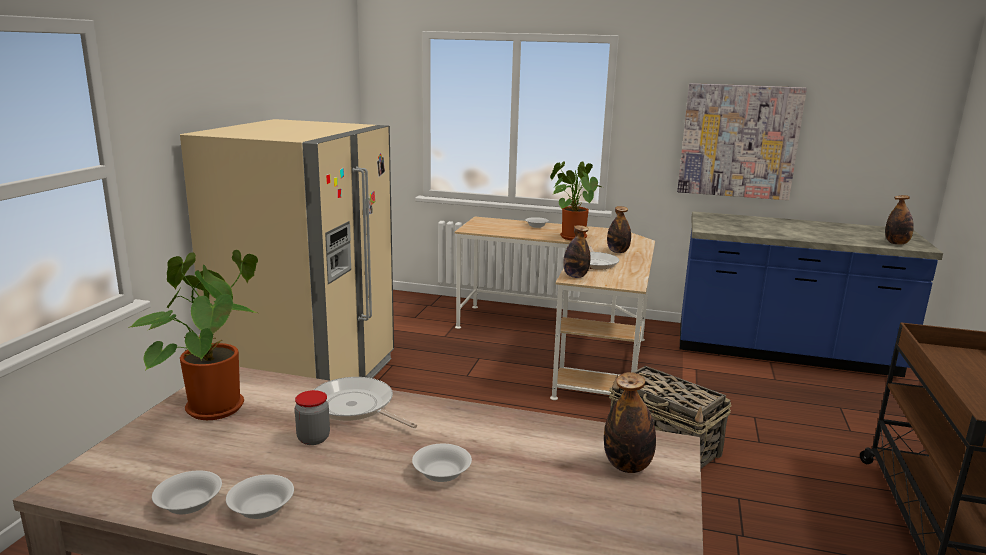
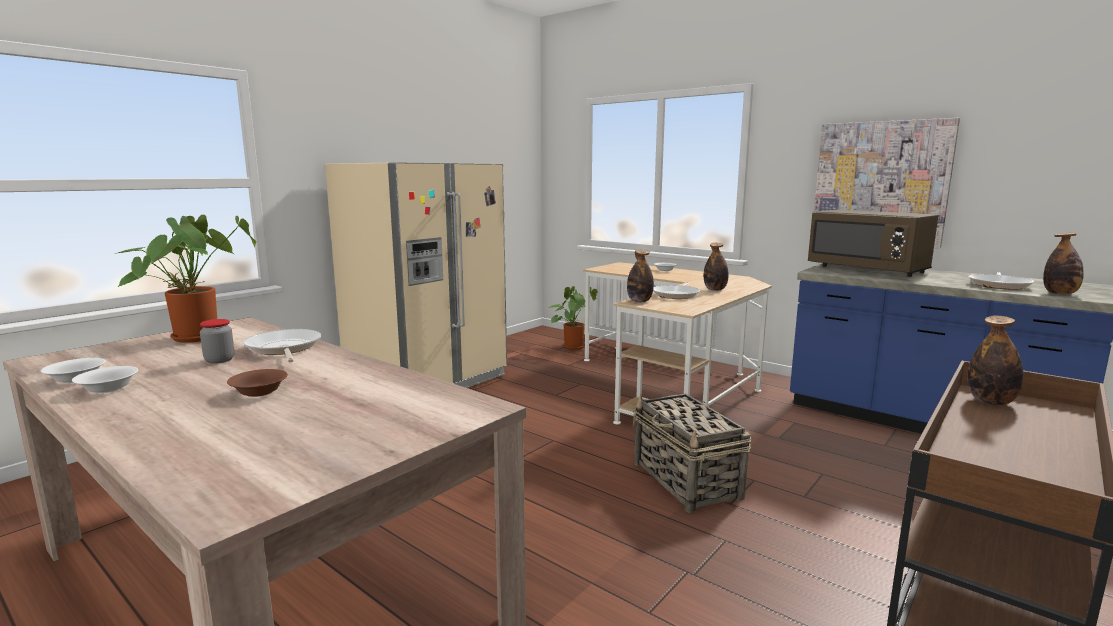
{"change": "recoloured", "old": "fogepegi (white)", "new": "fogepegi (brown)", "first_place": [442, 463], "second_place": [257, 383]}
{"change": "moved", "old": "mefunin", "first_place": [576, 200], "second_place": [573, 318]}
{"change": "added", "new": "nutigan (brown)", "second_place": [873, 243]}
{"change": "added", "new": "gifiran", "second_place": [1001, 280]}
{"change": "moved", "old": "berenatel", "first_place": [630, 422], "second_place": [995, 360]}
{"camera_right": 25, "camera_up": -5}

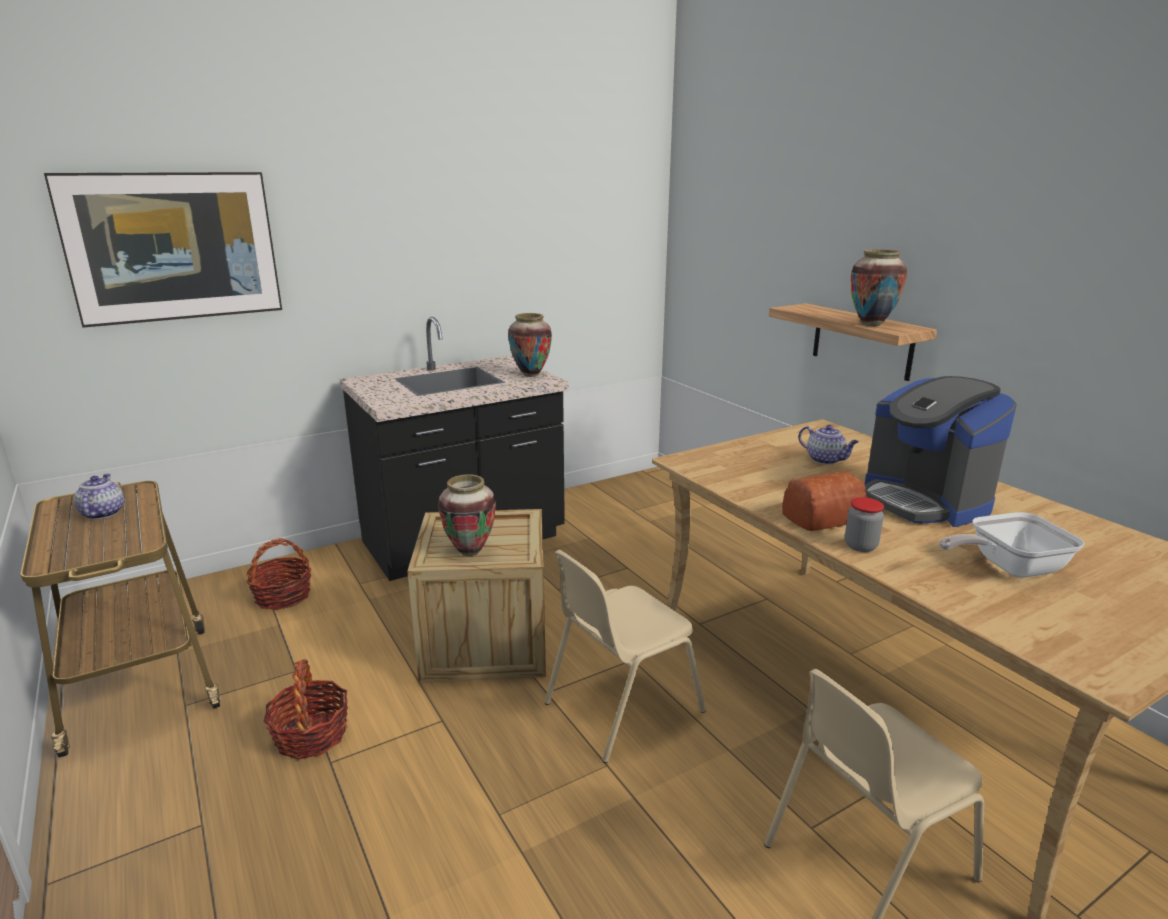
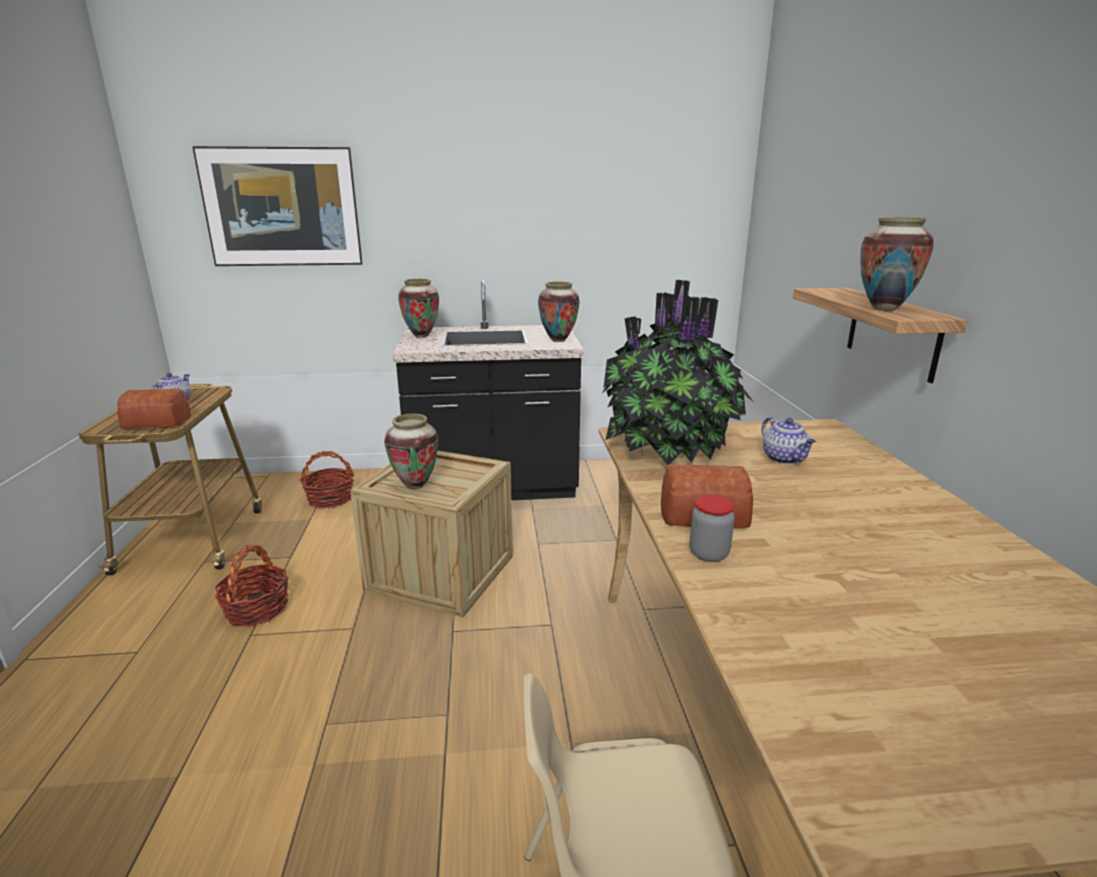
{"change": "added", "new": "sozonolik", "second_place": [154, 408]}
{"change": "added", "new": "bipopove", "second_place": [418, 308]}
{"change": "added", "new": "mefunin", "second_place": [678, 372]}
{"change": "removed", "old": "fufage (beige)", "first_place": [625, 656]}
{"change": "removed", "old": "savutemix", "first_place": [940, 451]}
{"change": "removed", "old": "gifiran", "first_place": [1012, 545]}
{"camera_right": 25, "camera_up": 0}

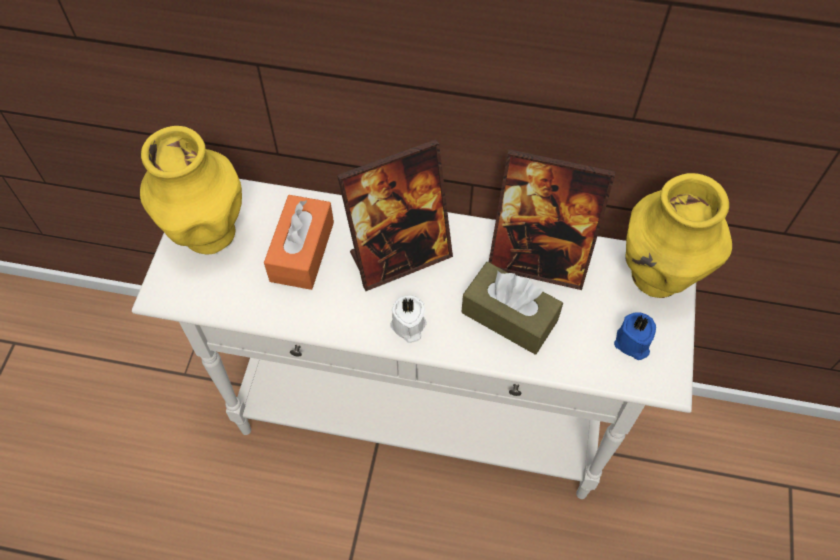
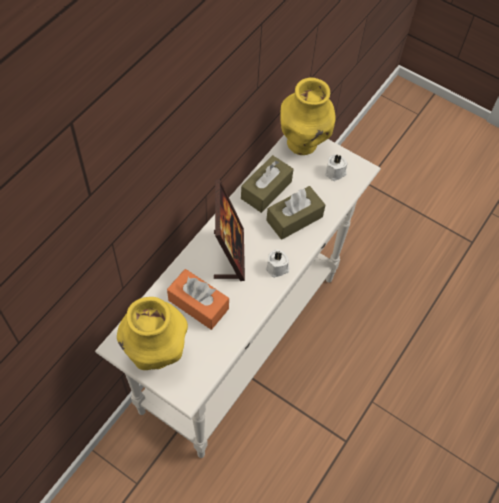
{"change": "replaced", "old": "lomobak", "new": "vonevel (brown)", "first_place": [552, 219], "second_place": [267, 184]}
{"change": "recoloured", "old": "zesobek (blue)", "new": "zesobek (white)", "first_place": [635, 336], "second_place": [336, 167]}
{"camera_right": -70, "camera_up": 0}

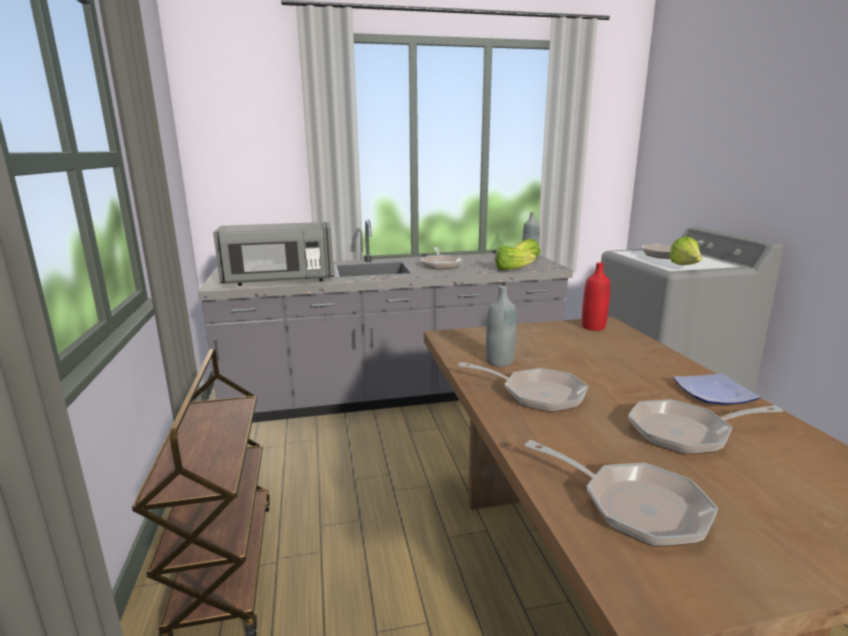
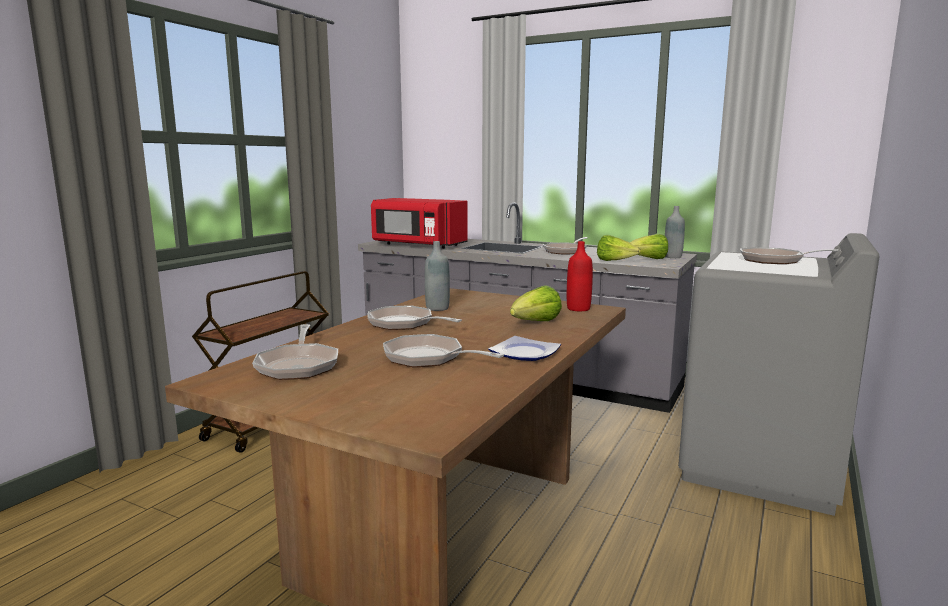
{"change": "turned", "old": "gifiran", "first_place": [523, 387], "second_place": [415, 317], "degrees": 150}
{"change": "recoloured", "old": "nutigan (grey)", "new": "nutigan (red)", "first_place": [273, 254], "second_place": [419, 223]}
{"change": "moved", "old": "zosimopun", "first_place": [685, 250], "second_place": [536, 303]}
{"camera_right": 40, "camera_up": -5}

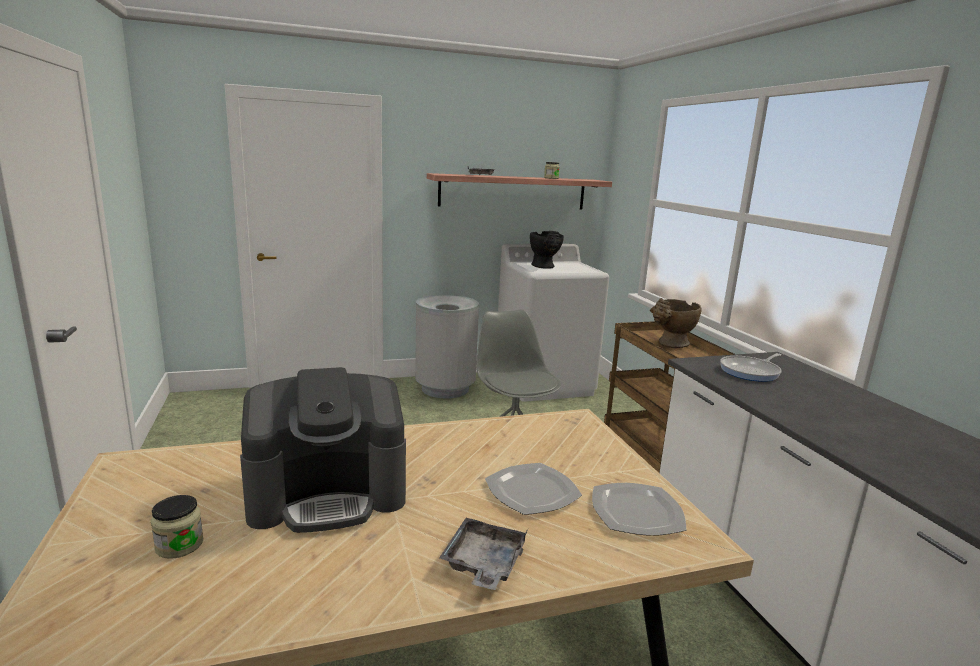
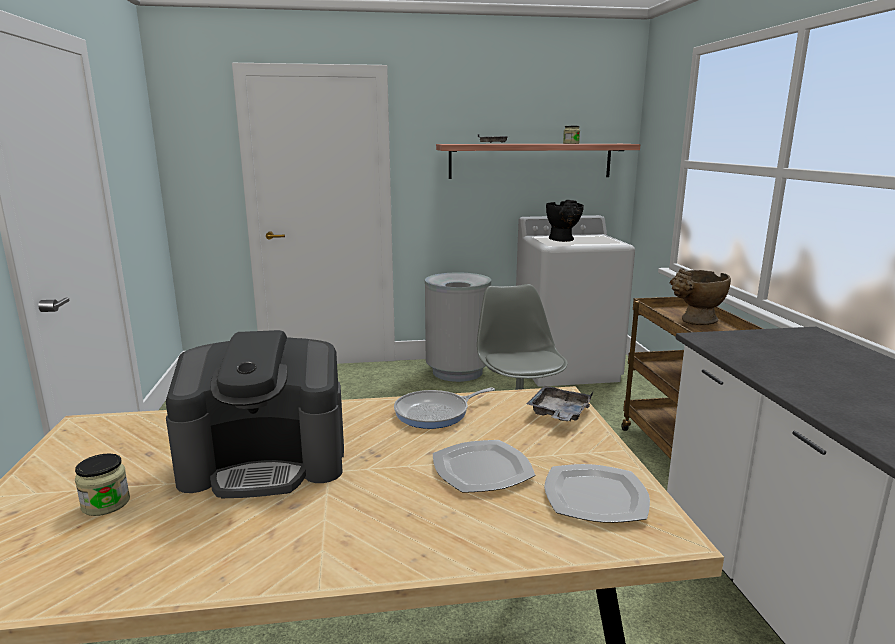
{"change": "moved", "old": "gifiran", "first_place": [751, 367], "second_place": [444, 408]}
{"change": "moved", "old": "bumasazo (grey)", "first_place": [483, 554], "second_place": [560, 403]}
{"camera_right": 10, "camera_up": 0}

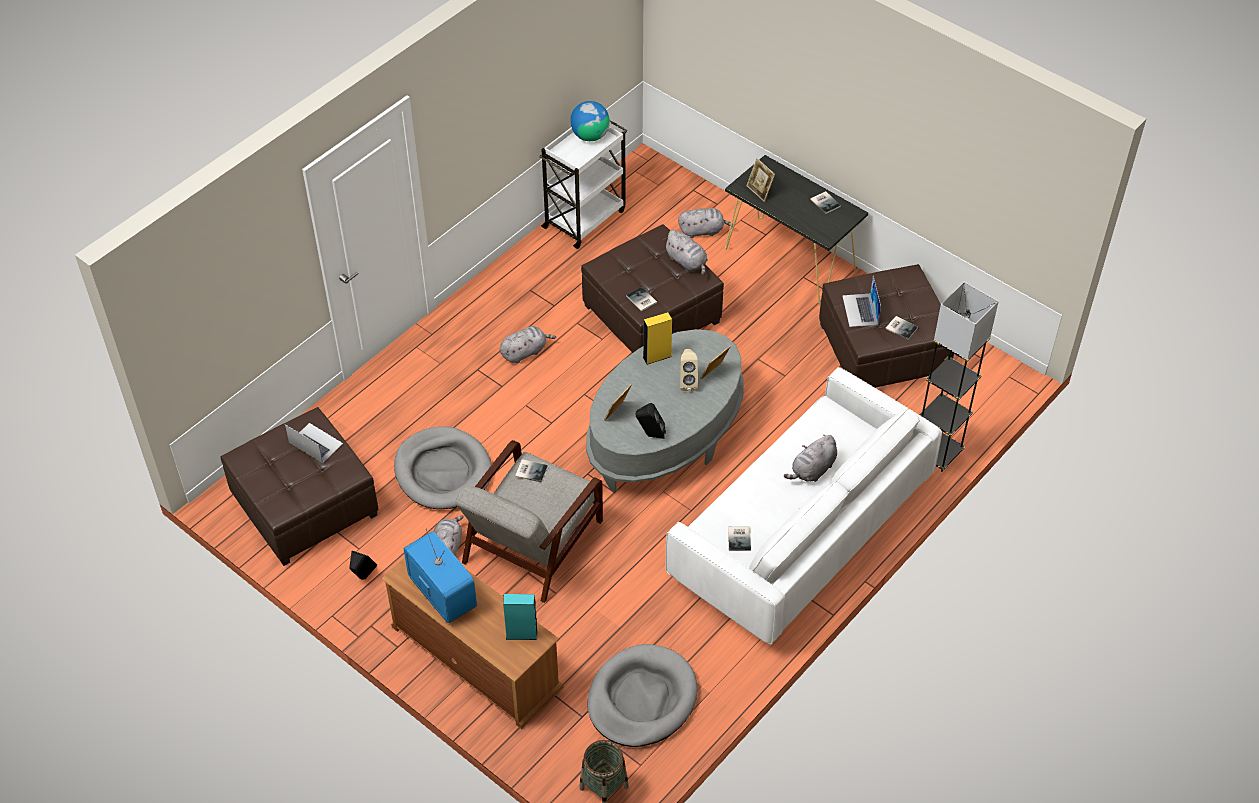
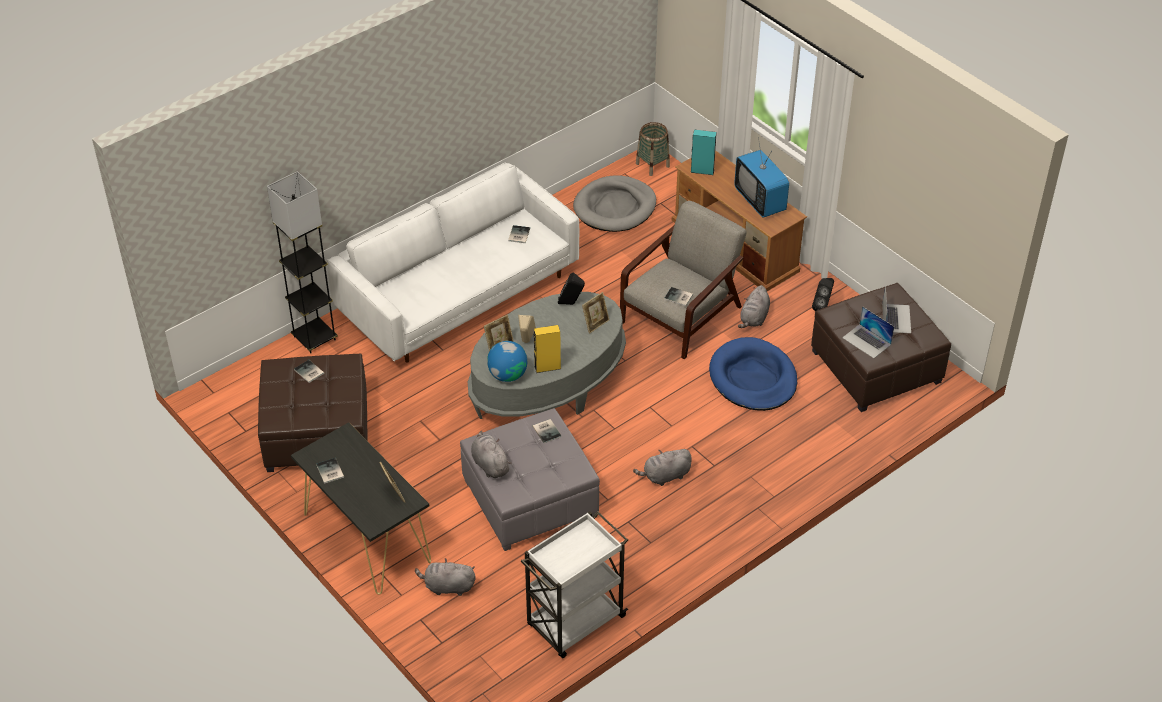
{"change": "recoloured", "old": "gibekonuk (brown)", "new": "gibekonuk (grey)", "first_place": [652, 288], "second_place": [530, 479]}
{"change": "moved", "old": "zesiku", "first_place": [590, 121], "second_place": [507, 361]}
{"change": "recoloured", "old": "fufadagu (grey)", "new": "fufadagu (blue)", "first_place": [443, 467], "second_place": [753, 374]}
{"change": "moved", "old": "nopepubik", "first_place": [861, 301], "second_place": [896, 309]}
{"change": "removed", "old": "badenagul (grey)", "first_place": [810, 458]}
{"camera_right": -170, "camera_up": -5}

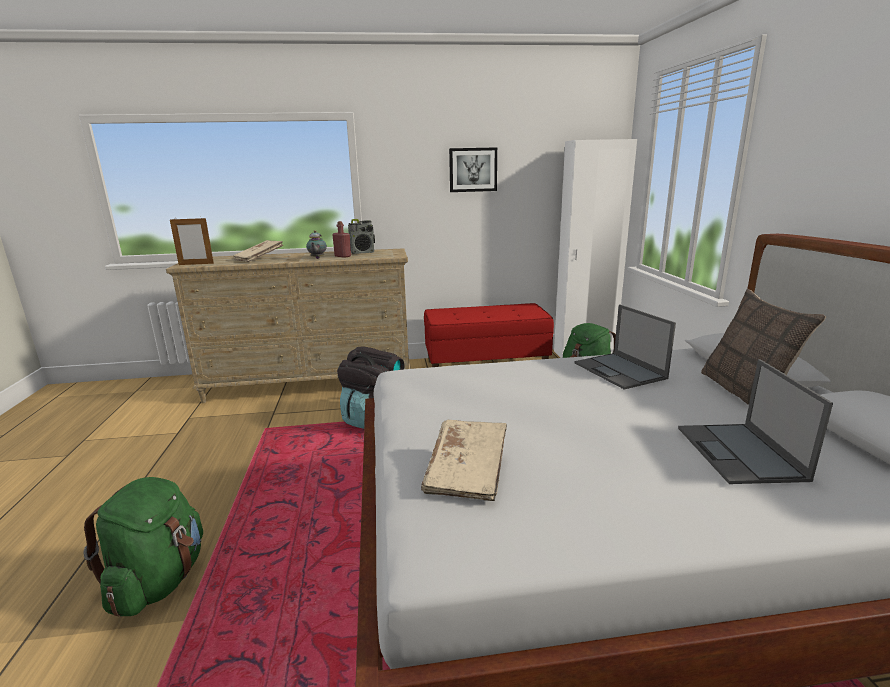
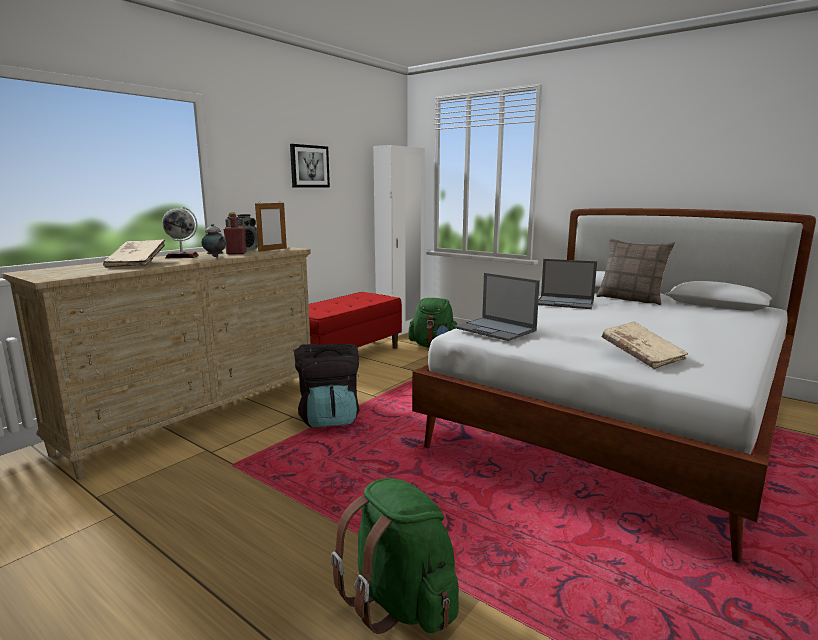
{"change": "added", "new": "zesiku", "second_place": [180, 232]}
{"change": "moved", "old": "lomobak", "first_place": [192, 241], "second_place": [271, 227]}
{"change": "moved", "old": "nopepubik", "first_place": [755, 421], "second_place": [497, 307]}
{"camera_right": -45, "camera_up": -5}

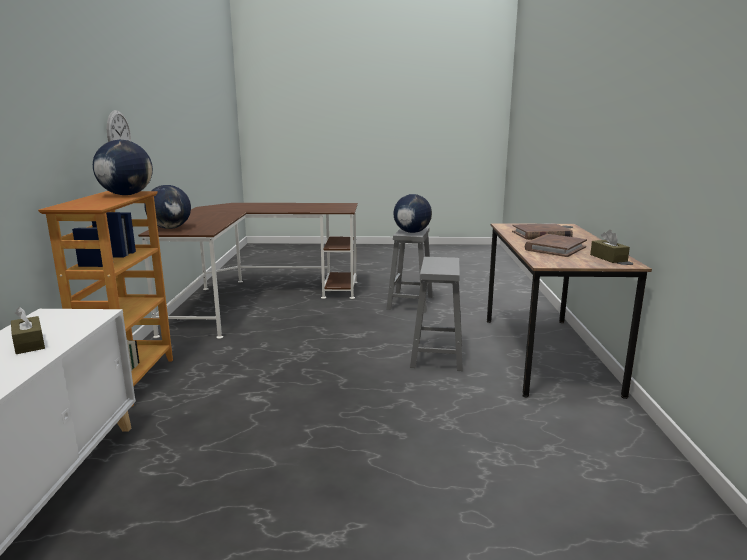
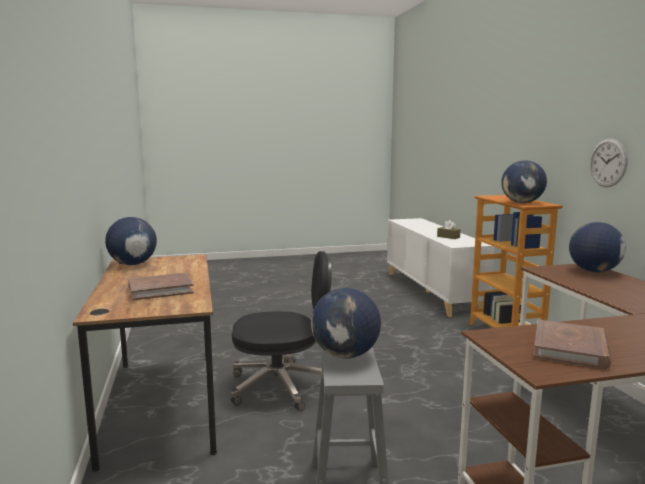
{"change": "replaced", "old": "vonevel (brown)", "new": "zesiku", "first_place": [610, 246], "second_place": [131, 241]}
{"change": "replaced", "old": "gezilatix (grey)", "new": "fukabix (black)", "first_place": [436, 314], "second_place": [281, 331]}
{"change": "moved", "old": "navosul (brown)", "first_place": [556, 245], "second_place": [572, 344]}
{"camera_right": 165, "camera_up": -5}

